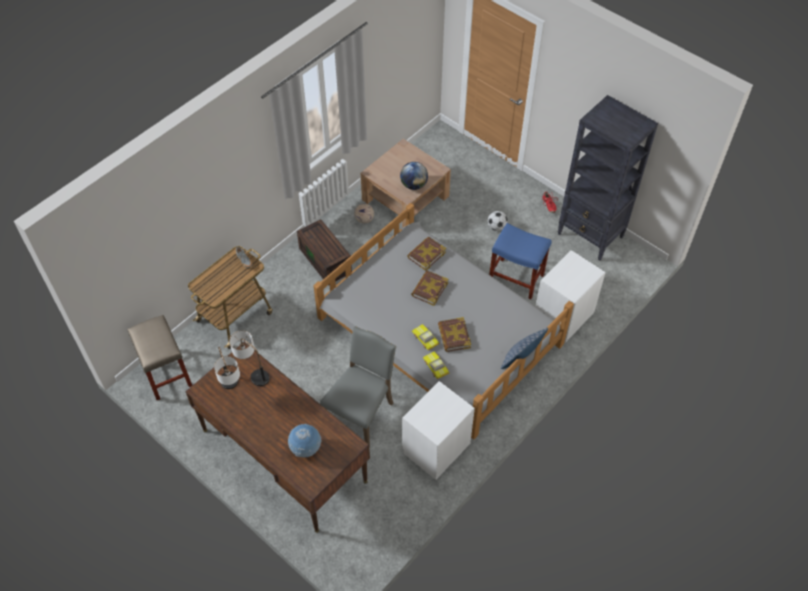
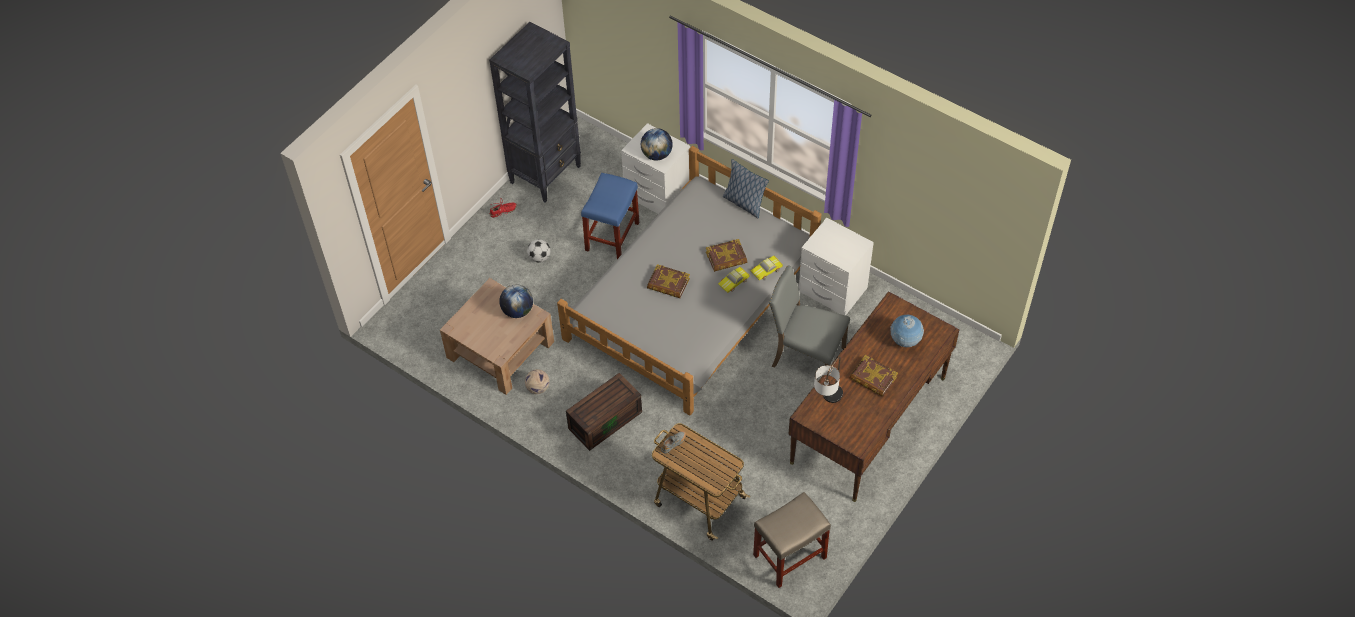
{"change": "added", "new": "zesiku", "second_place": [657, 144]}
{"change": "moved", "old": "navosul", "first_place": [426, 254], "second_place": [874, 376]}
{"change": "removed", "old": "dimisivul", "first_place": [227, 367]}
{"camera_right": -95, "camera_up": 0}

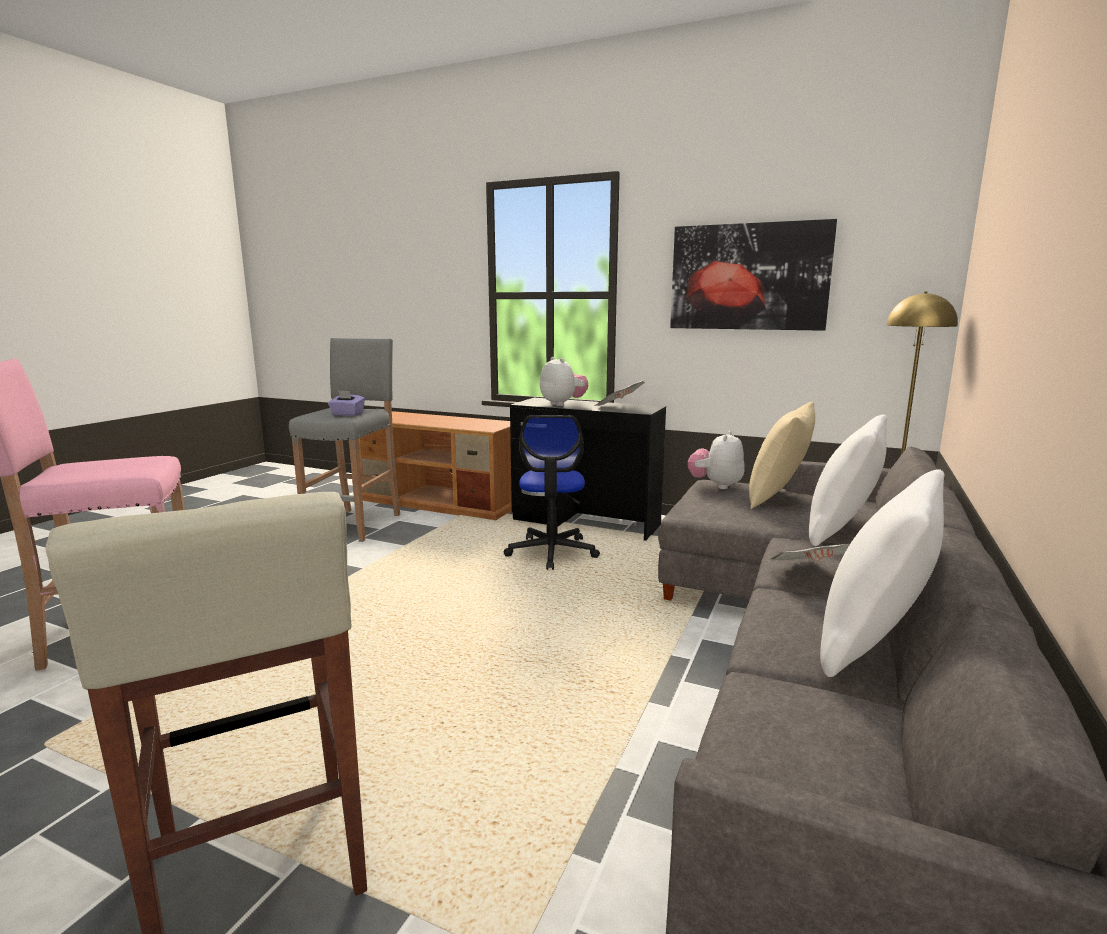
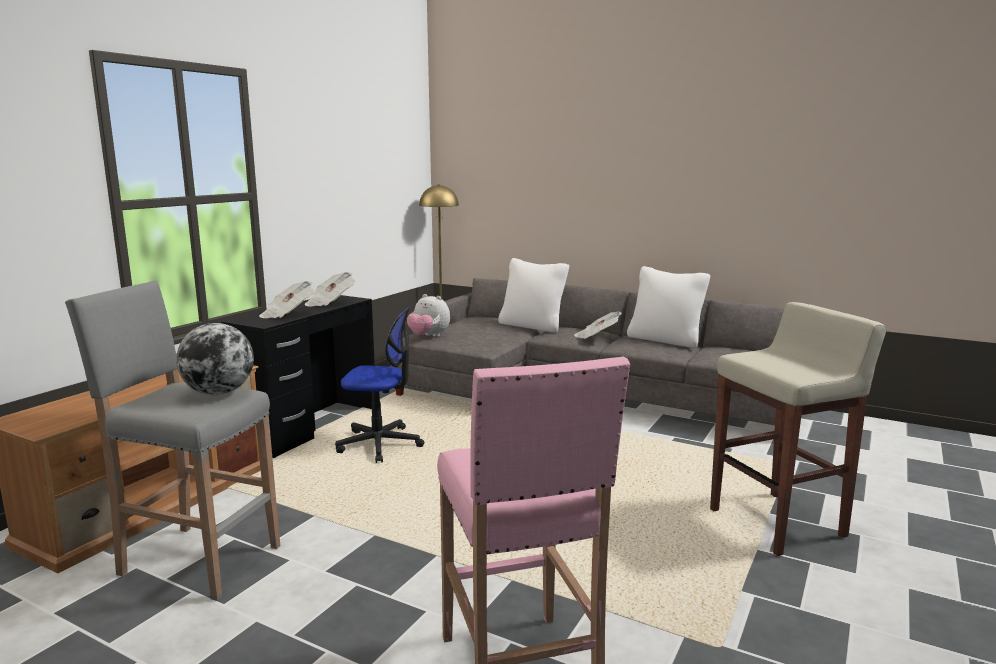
{"change": "replaced", "old": "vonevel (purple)", "new": "zesiku", "first_place": [346, 403], "second_place": [215, 359]}
{"change": "replaced", "old": "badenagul", "new": "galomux", "first_place": [564, 381], "second_place": [286, 299]}
{"change": "removed", "old": "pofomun", "first_place": [753, 275]}
{"change": "removed", "old": "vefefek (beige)", "first_place": [782, 455]}
{"camera_right": -85, "camera_up": 0}

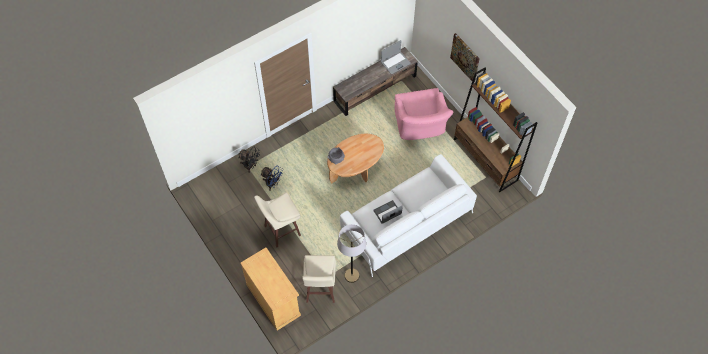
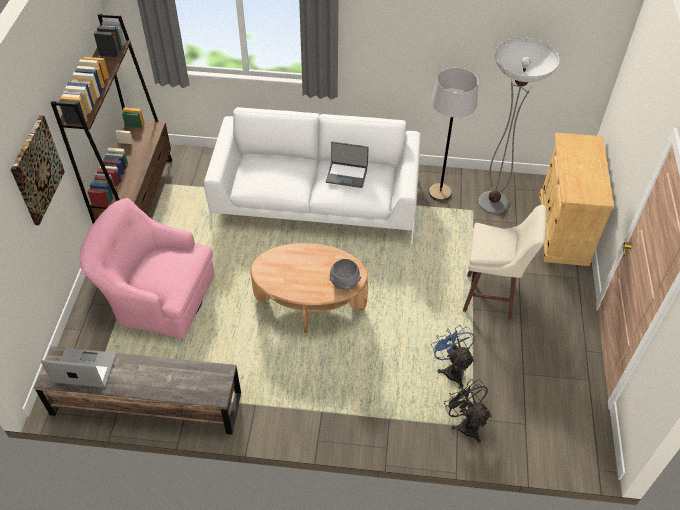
{"change": "turned", "old": "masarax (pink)", "first_place": [423, 114], "second_place": [146, 268], "degrees": -105}
{"change": "replaced", "old": "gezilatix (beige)", "new": "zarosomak", "first_place": [319, 279], "second_place": [519, 126]}
{"camera_right": -140, "camera_up": -10}

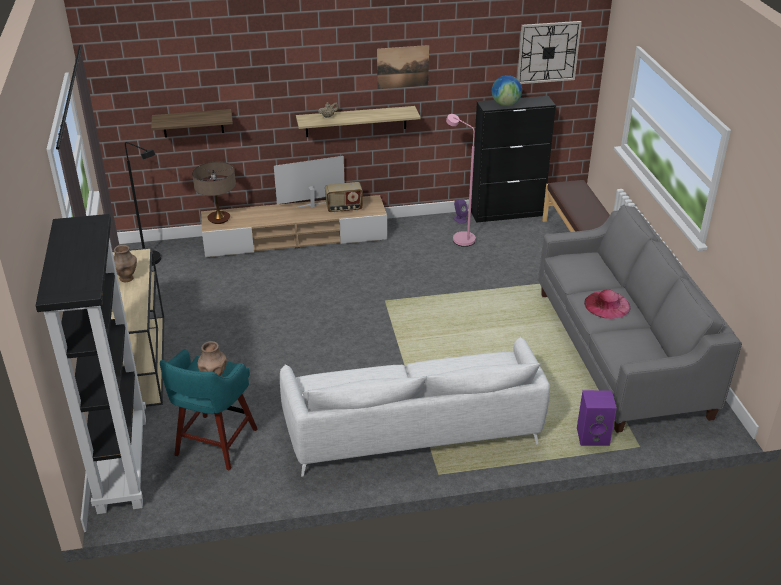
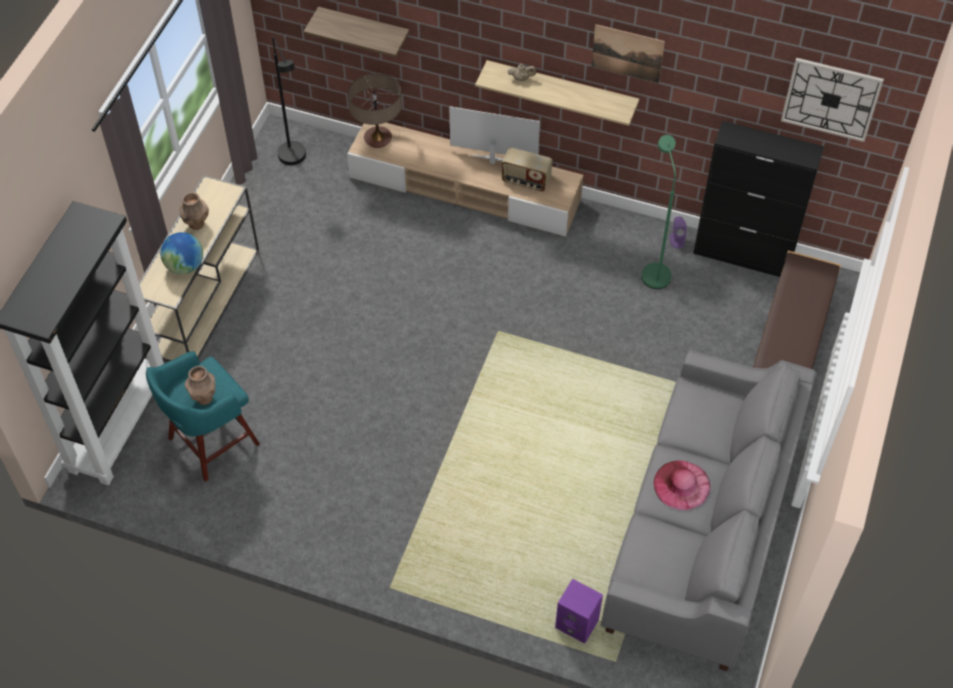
{"change": "moved", "old": "zesiku", "first_place": [507, 90], "second_place": [181, 253]}
{"change": "recoloured", "old": "zarosomak (pink)", "new": "zarosomak (green)", "first_place": [461, 180], "second_place": [658, 212]}
{"change": "removed", "old": "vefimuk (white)", "first_place": [415, 407]}
{"camera_right": 30, "camera_up": 20}

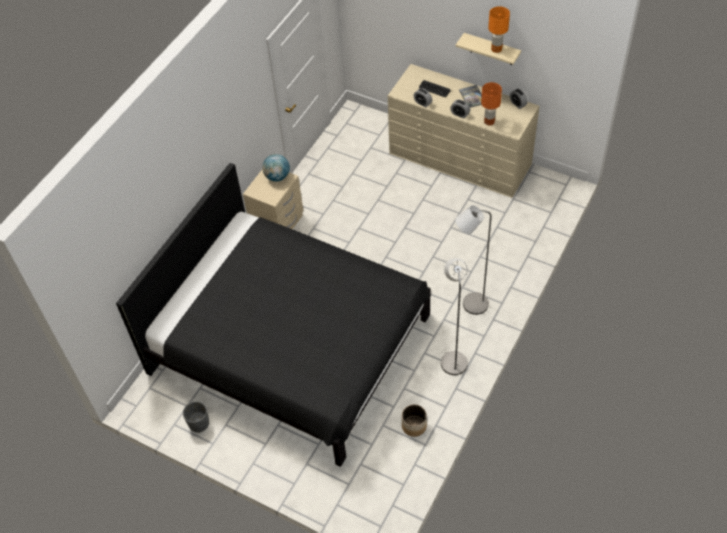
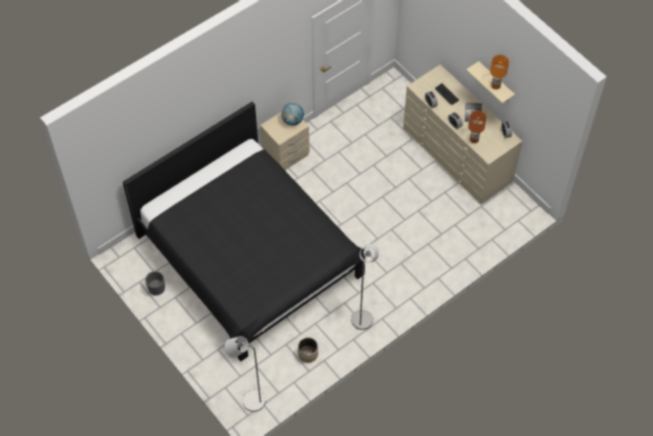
{"change": "moved", "old": "zarosomak (grey)", "first_place": [473, 260], "second_place": [245, 374]}
{"camera_right": 20, "camera_up": 5}

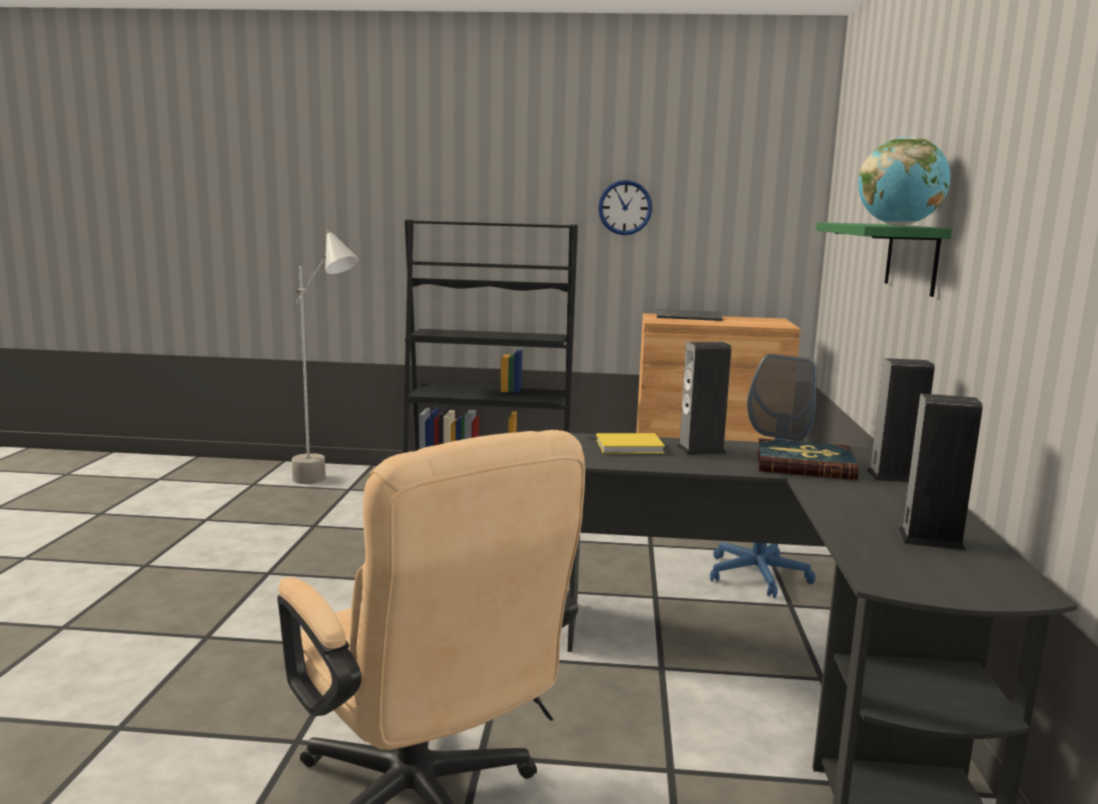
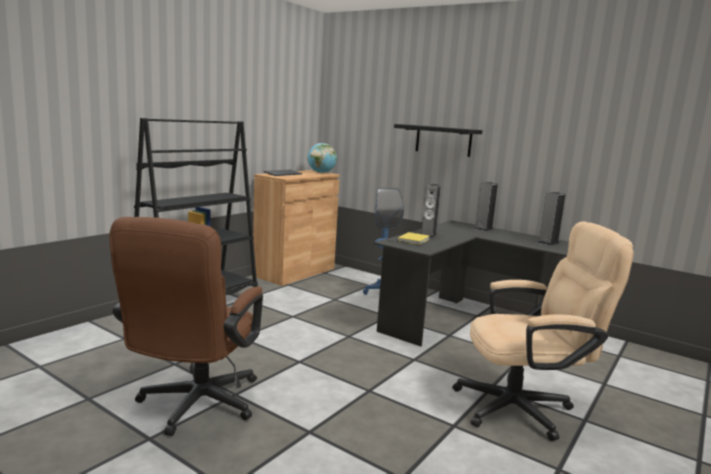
{"change": "added", "new": "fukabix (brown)", "second_place": [186, 326]}
{"change": "moved", "old": "zesiku", "first_place": [904, 181], "second_place": [322, 158]}
{"change": "recoloured", "old": "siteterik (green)", "new": "siteterik (black)", "first_place": [884, 259], "second_place": [438, 140]}
{"change": "removed", "old": "zarosomak (grey)", "first_place": [325, 356]}
{"change": "removed", "old": "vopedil", "first_place": [625, 207]}
{"change": "removed", "old": "navosul", "first_place": [808, 459]}
{"camera_right": -60, "camera_up": 0}

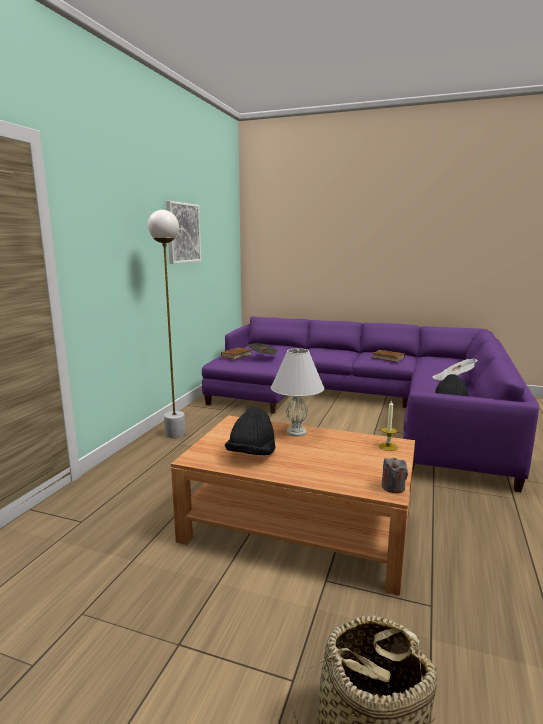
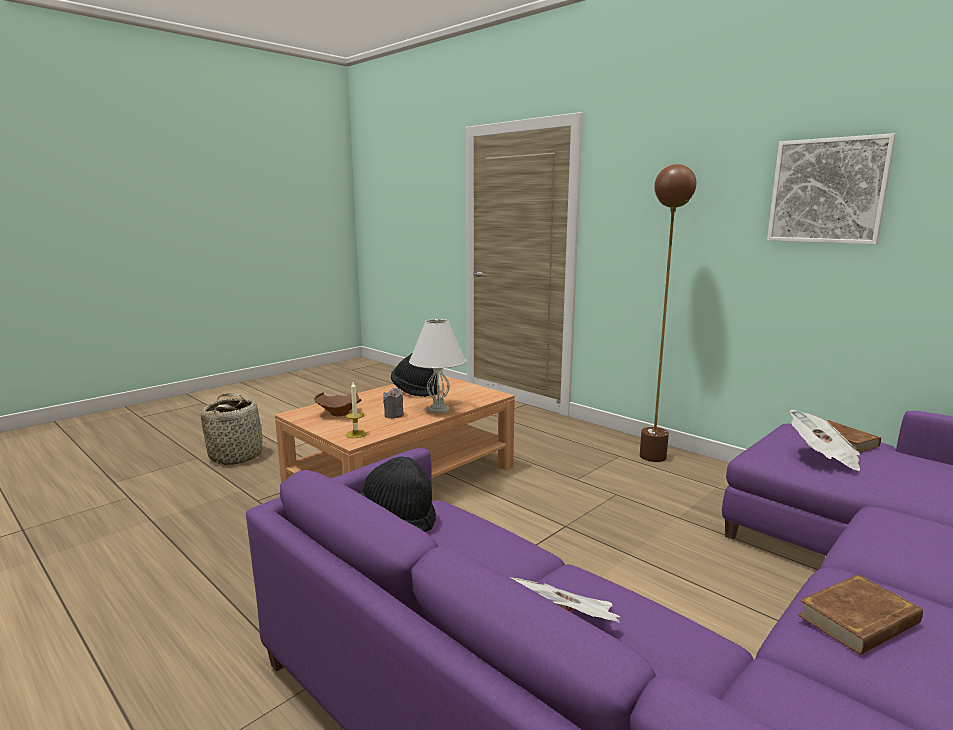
{"change": "added", "new": "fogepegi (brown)", "second_place": [337, 404]}
{"change": "moved", "old": "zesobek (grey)", "first_place": [395, 475], "second_place": [393, 403]}
{"change": "recoloured", "old": "zarosomak (white)", "new": "zarosomak (brown)", "first_place": [167, 324], "second_place": [668, 313]}
{"camera_right": 115, "camera_up": 0}

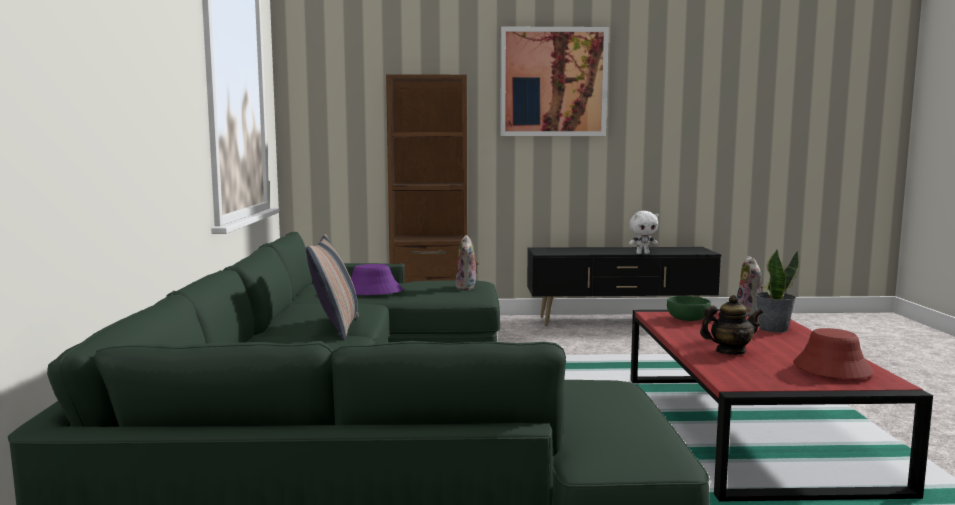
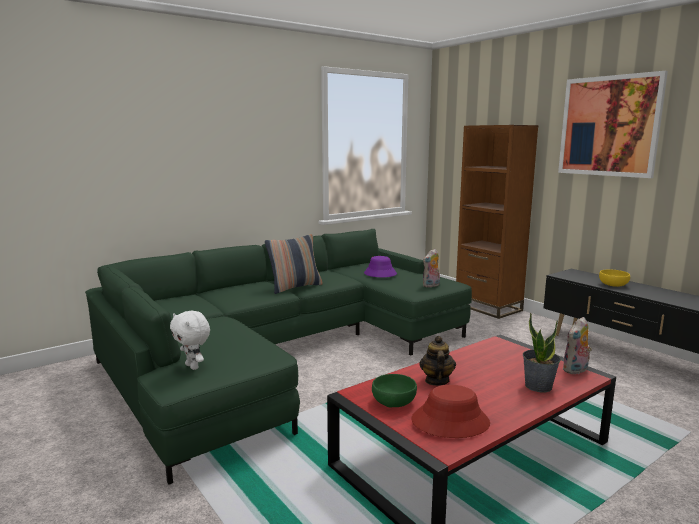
{"change": "moved", "old": "badenagul (white)", "first_place": [643, 232], "second_place": [190, 340]}
{"change": "moved", "old": "fogepegi (green)", "first_place": [689, 308], "second_place": [394, 390]}
{"change": "turned", "old": "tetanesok", "first_place": [731, 325], "second_place": [438, 361], "degrees": -135}
{"change": "added", "new": "fogepegi (yellow)", "second_place": [614, 278]}
{"camera_right": 55, "camera_up": 5}

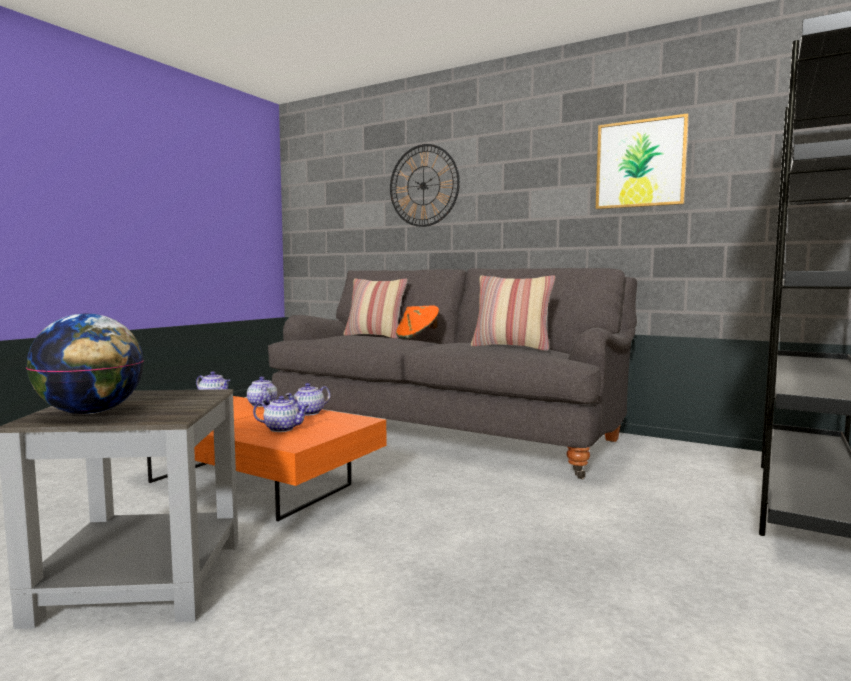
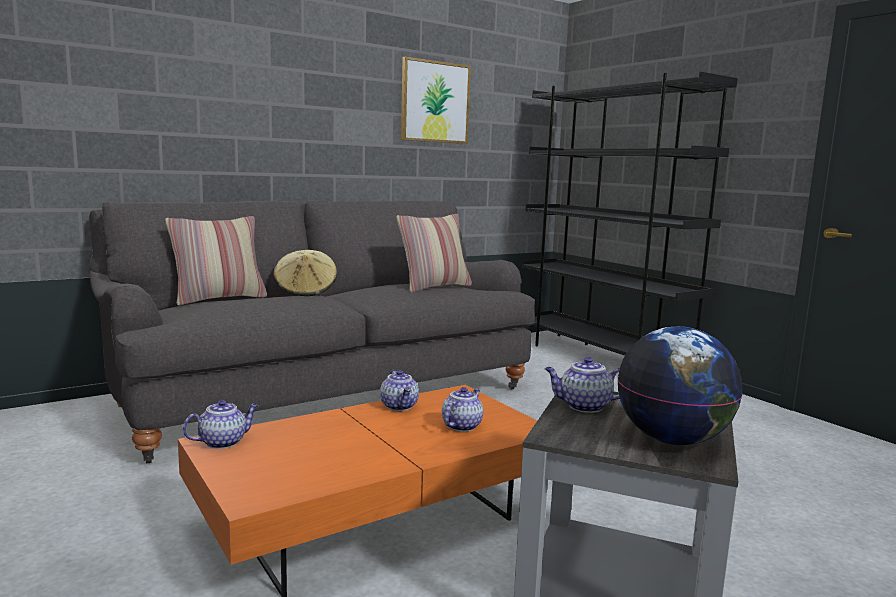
{"change": "recoloured", "old": "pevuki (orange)", "new": "pevuki (beige)", "first_place": [417, 322], "second_place": [305, 273]}
{"change": "moved", "old": "tetanesok", "first_place": [262, 392], "second_place": [582, 385]}
{"change": "removed", "old": "vopedil", "first_place": [425, 185]}
{"camera_right": -65, "camera_up": 5}

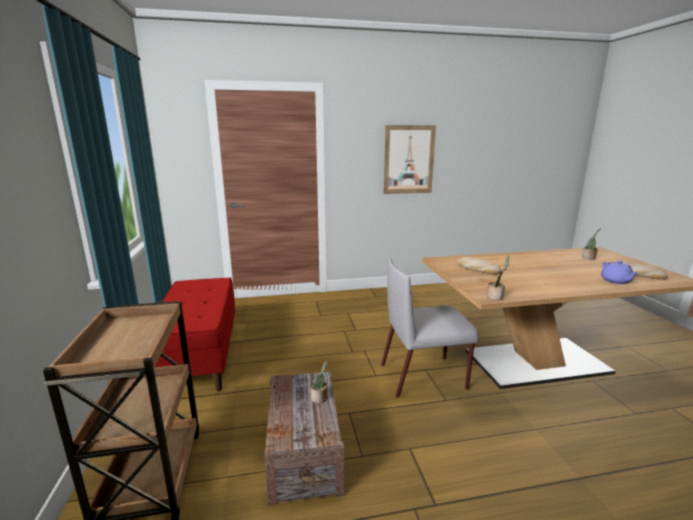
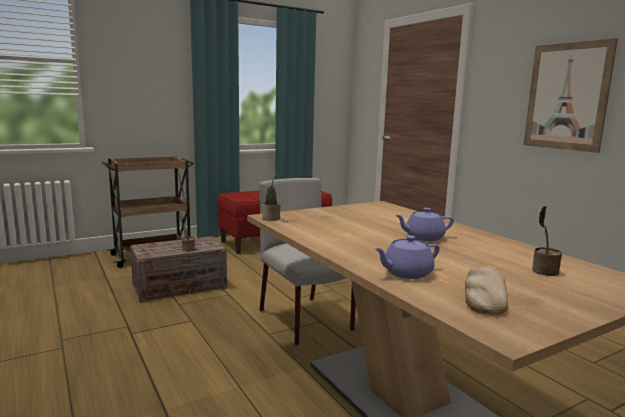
{"change": "added", "new": "tetanesok (purple)", "second_place": [424, 224]}
{"change": "removed", "old": "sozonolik", "first_place": [479, 266]}
{"camera_right": 70, "camera_up": -5}

